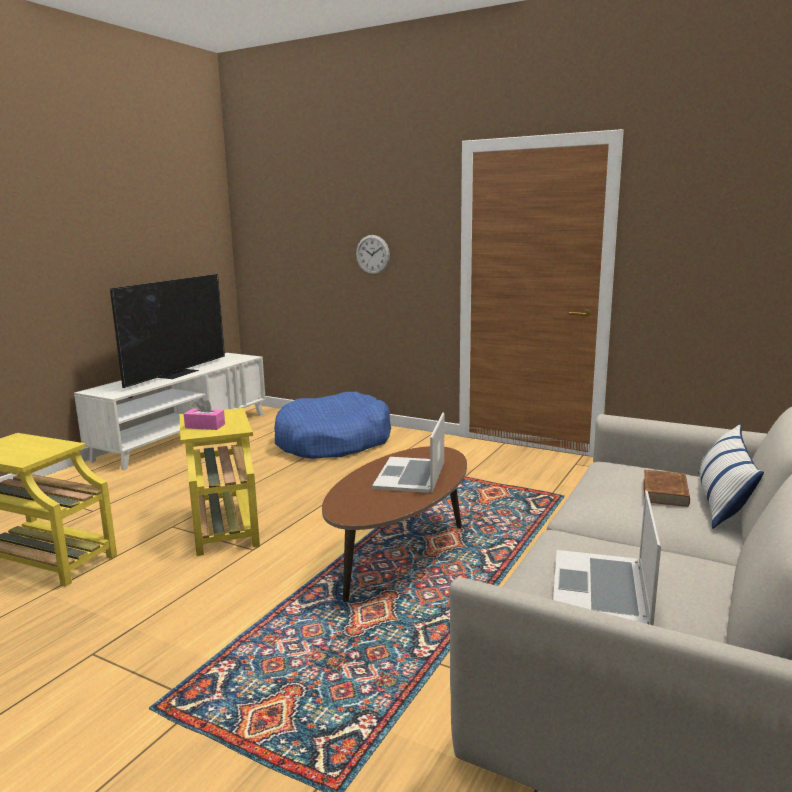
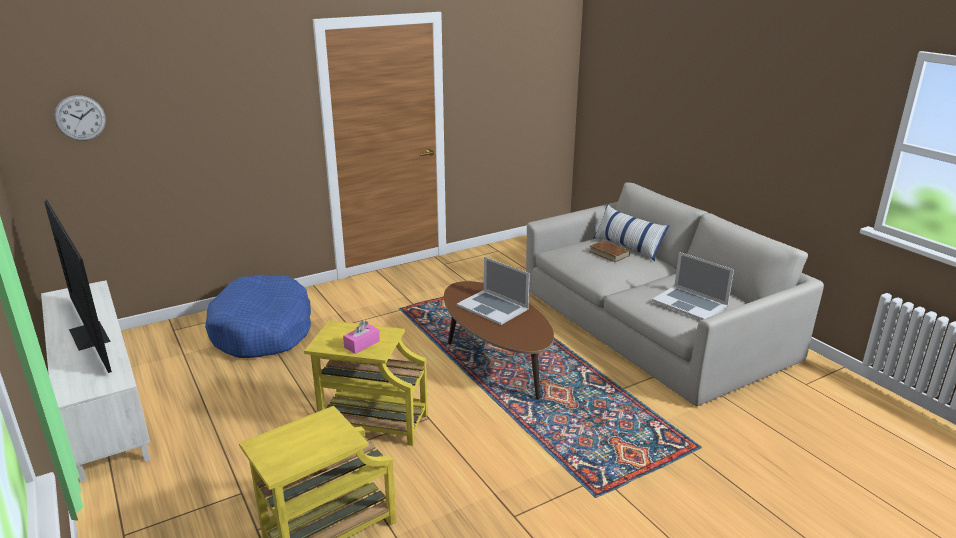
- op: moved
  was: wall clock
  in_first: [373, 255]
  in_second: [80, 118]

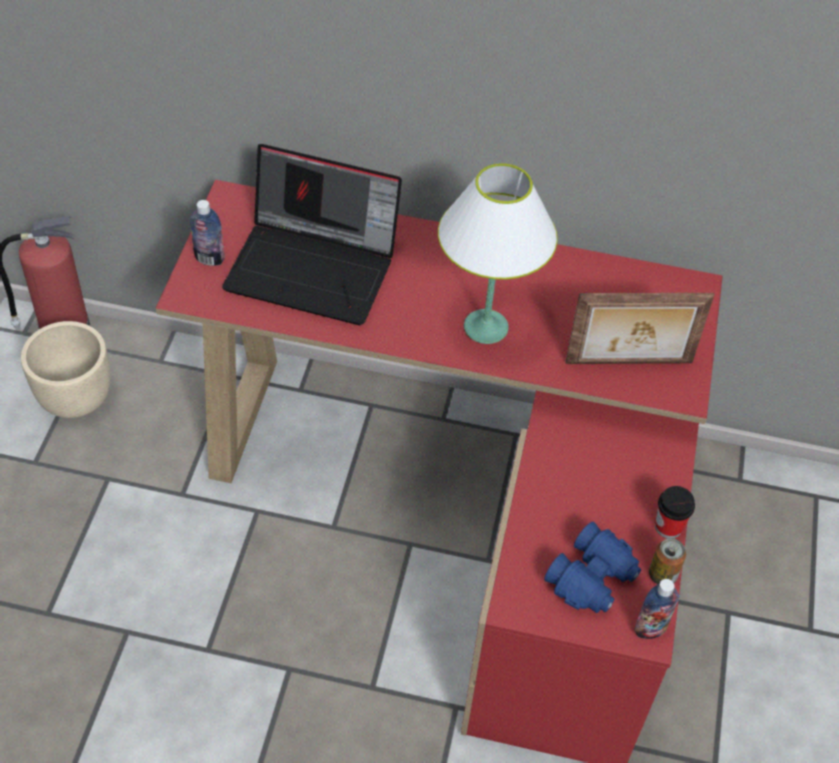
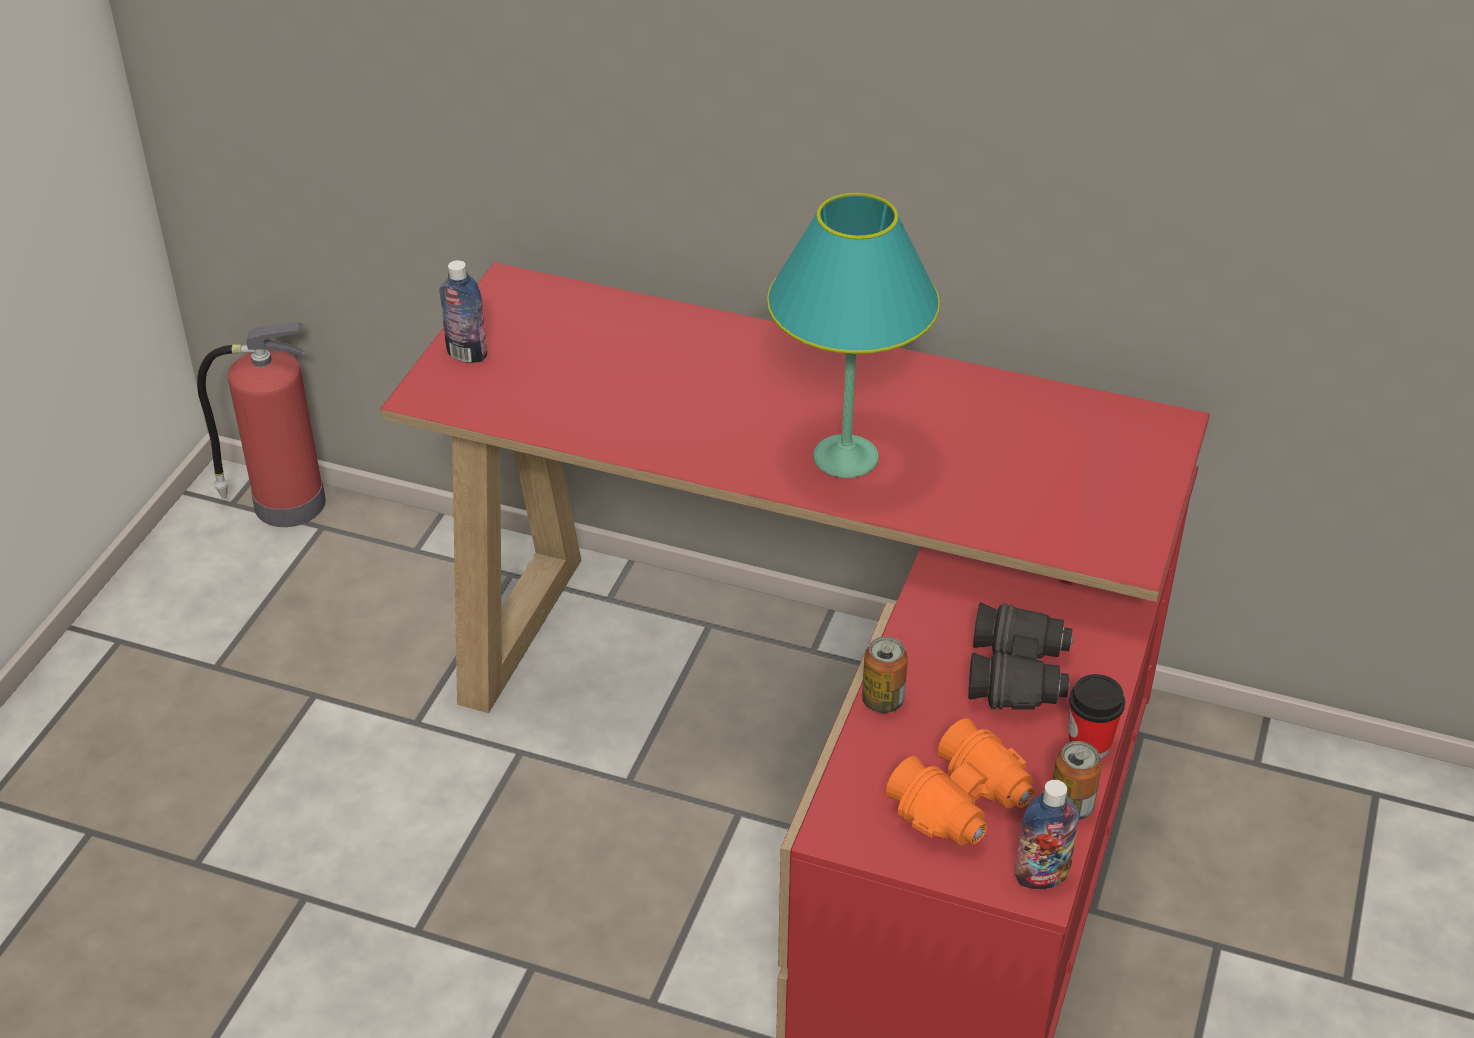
- op: removed
  was: laptop
  in_first: [312, 234]
- op: recoloured
  was: white table lamp
  now: turquoise table lamp
  in_first: [498, 253]
  in_second: [853, 335]
- op: removed
  was: picture frame
  in_first: [639, 328]
- op: removed
  was: beige planter
  in_first: [65, 369]
- op: recoloured
  was: blue binoculars
  now: orange binoculars
  in_first: [592, 567]
  in_second: [960, 782]
- op: added
  now: black binoculars
  in_second: [1020, 656]
- op: added
  now: can
  in_second: [885, 674]

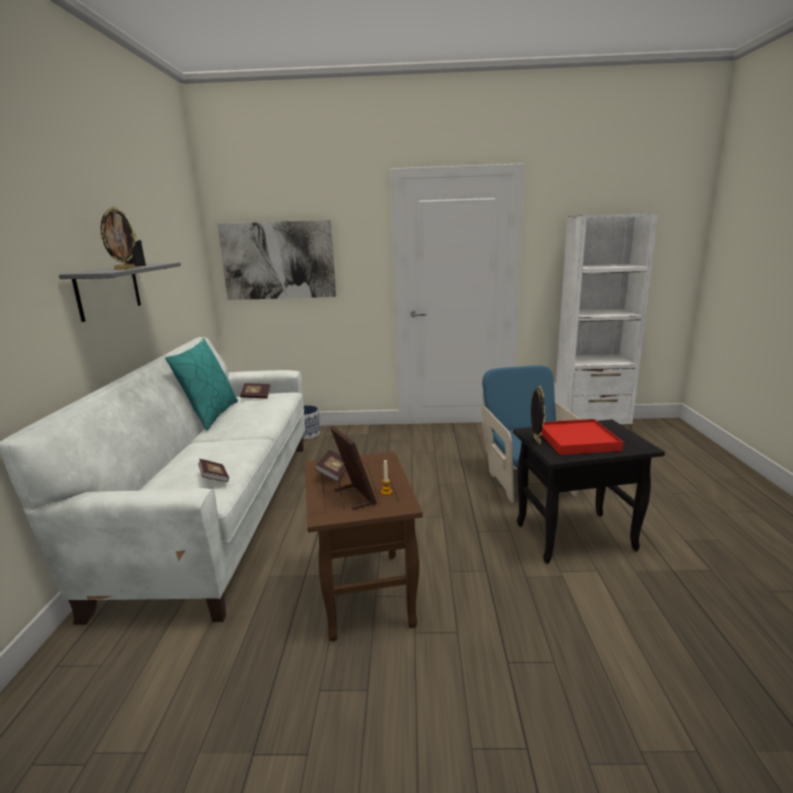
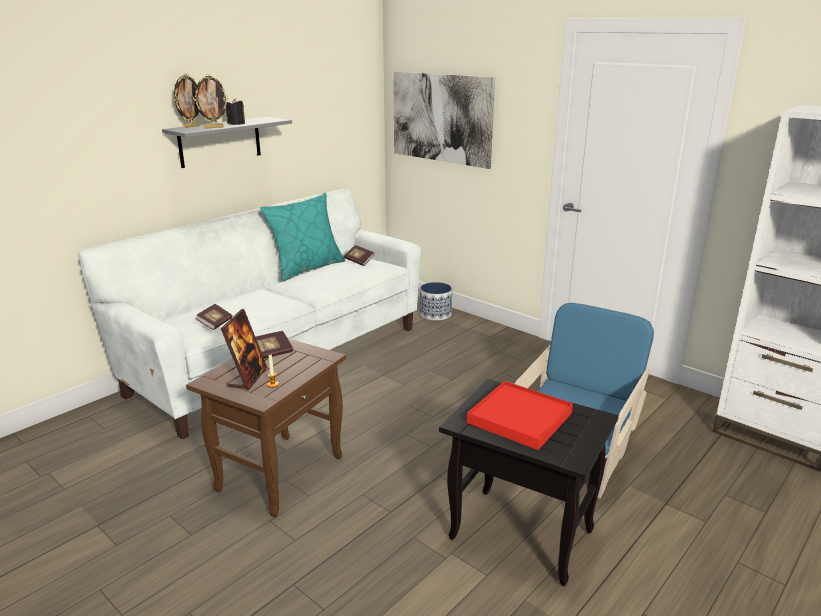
- op: moved
  was: picture frame
  in_first: [538, 415]
  in_second: [186, 101]

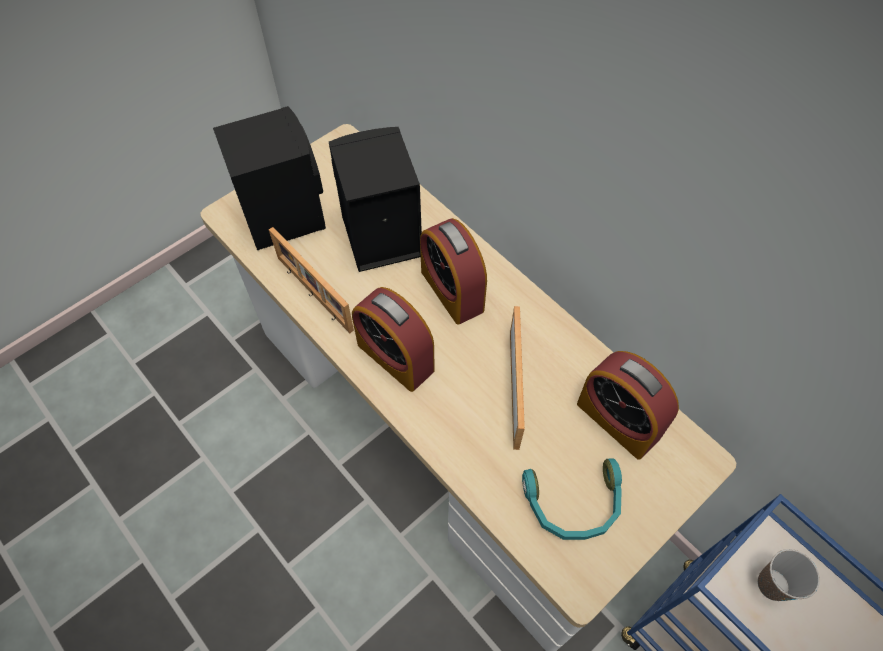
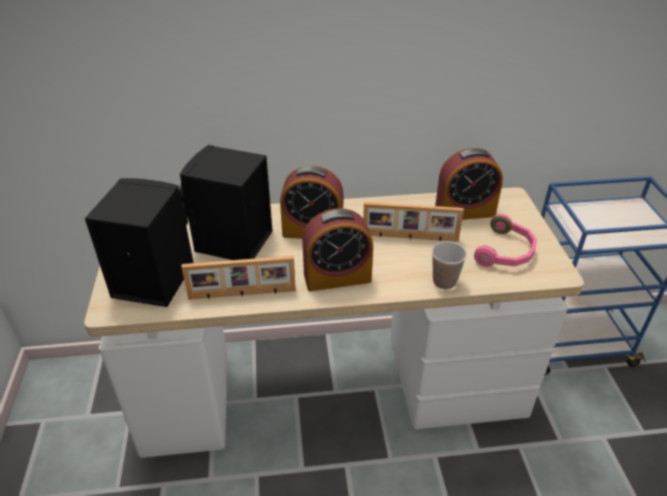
- op: turned
  was: picture frame
  in_first: [517, 378]
  in_second: [413, 222]
  clockwise: 150
- op: recoloured
  was: turquoise headphones
  now: pink headphones
  in_first: [572, 499]
  in_second: [505, 240]
- op: moved
  was: cup
  in_first: [789, 575]
  in_second: [449, 265]

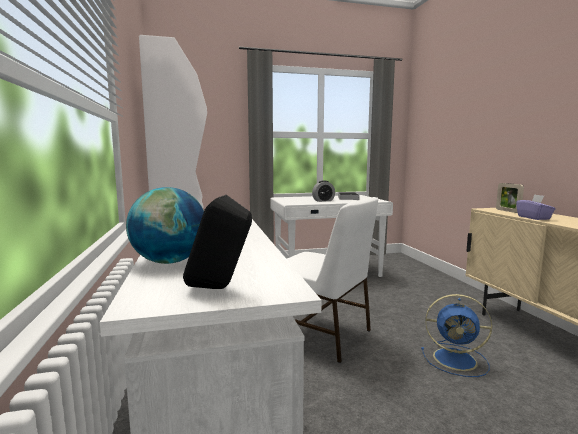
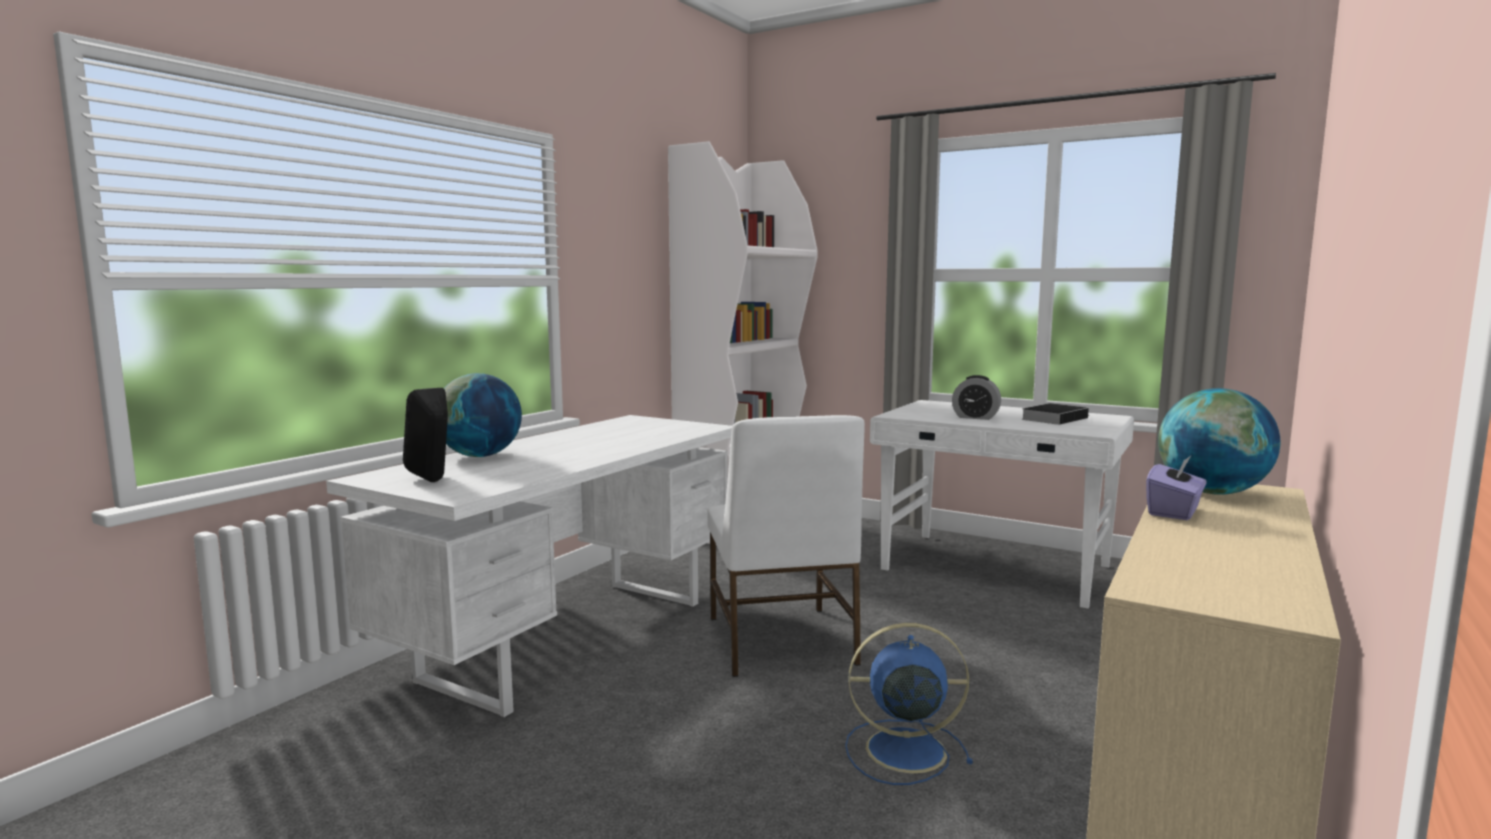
- op: replaced
  was: picture frame
  now: globe
  in_first: [510, 198]
  in_second: [1219, 441]
- op: turned
  was: blue fan
  in_first: [456, 335]
  in_second: [909, 704]
  clockwise: 120

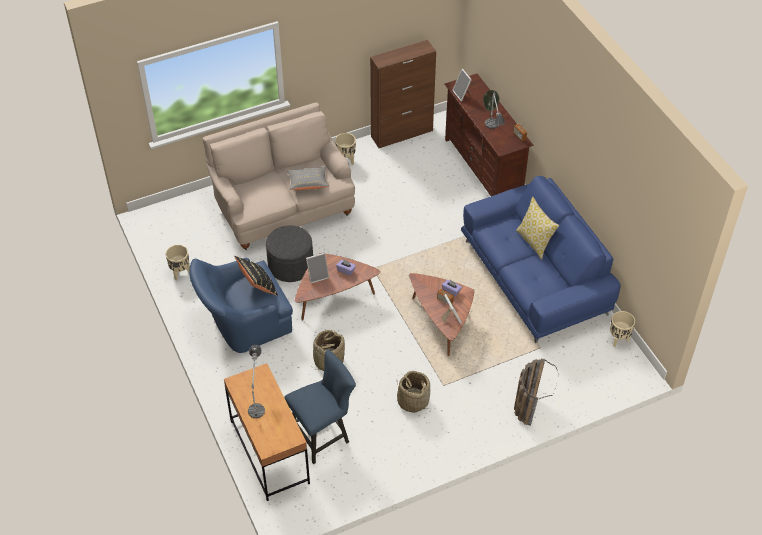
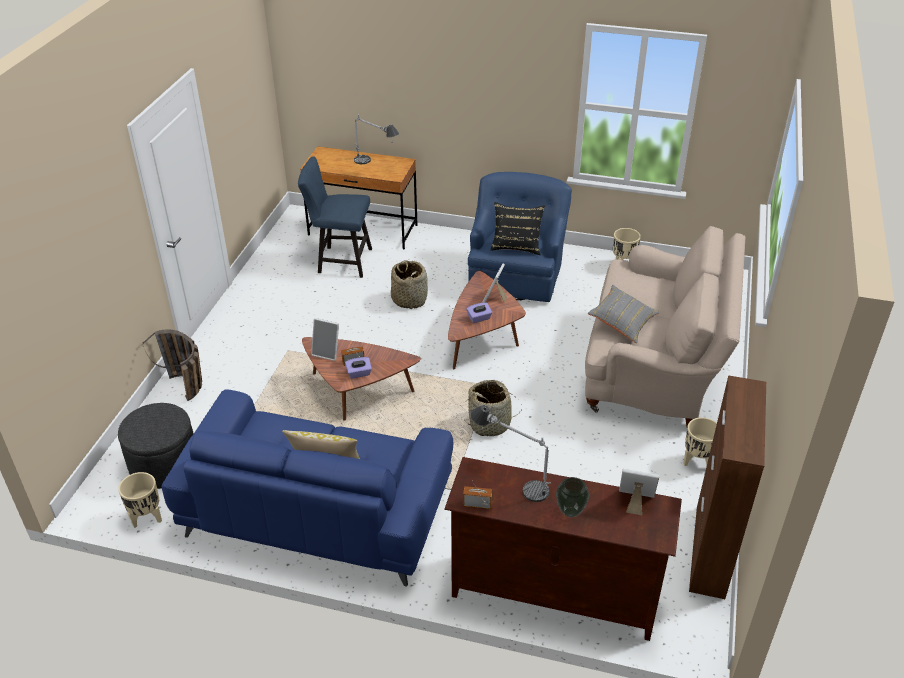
- op: moved
  was: grey ottoman
  in_first: [289, 254]
  in_second: [156, 446]
- op: turned
  was: blue chair
  in_first: [320, 407]
  in_second: [335, 217]
  clockwise: 90
- op: moved
  was: basket
  in_first: [413, 392]
  in_second: [493, 408]

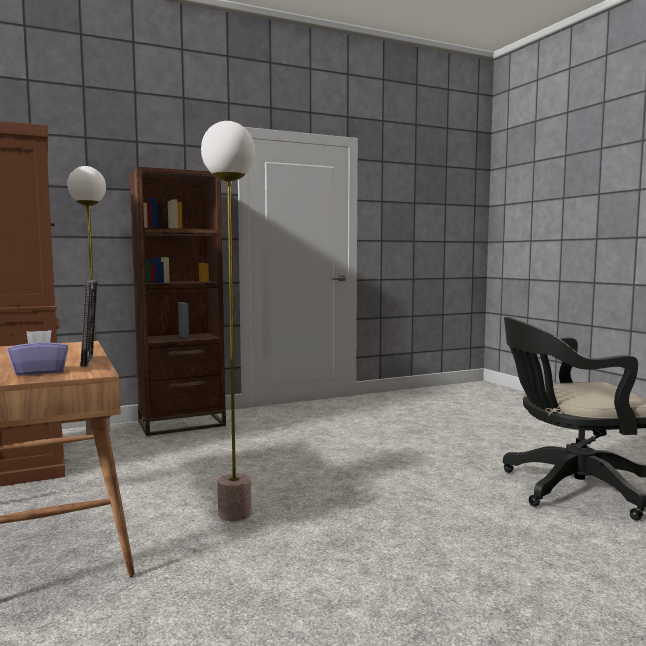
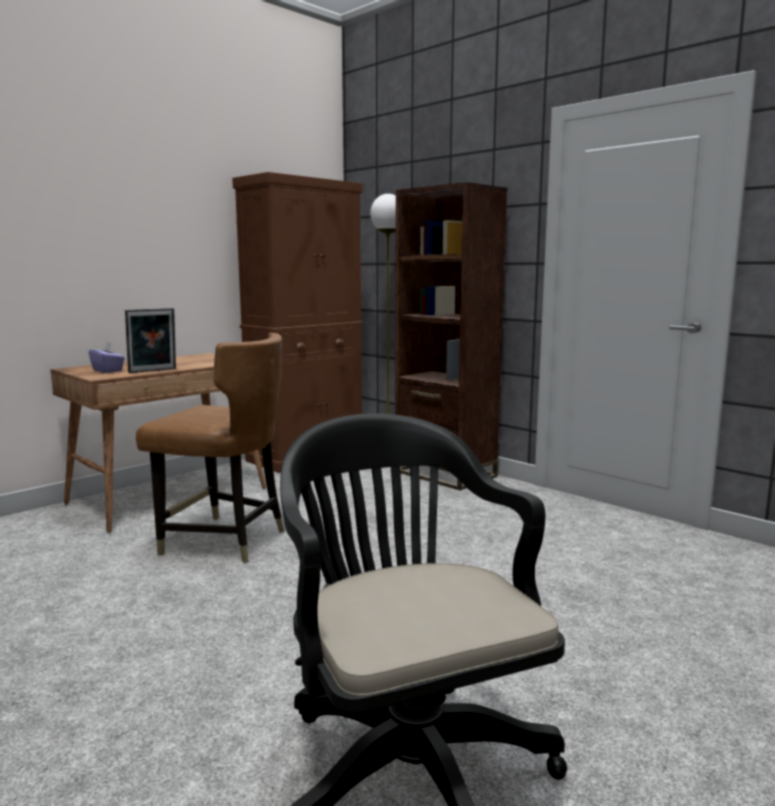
- op: replaced
  was: floor lamp
  now: brown chair
  in_first: [228, 321]
  in_second: [210, 448]

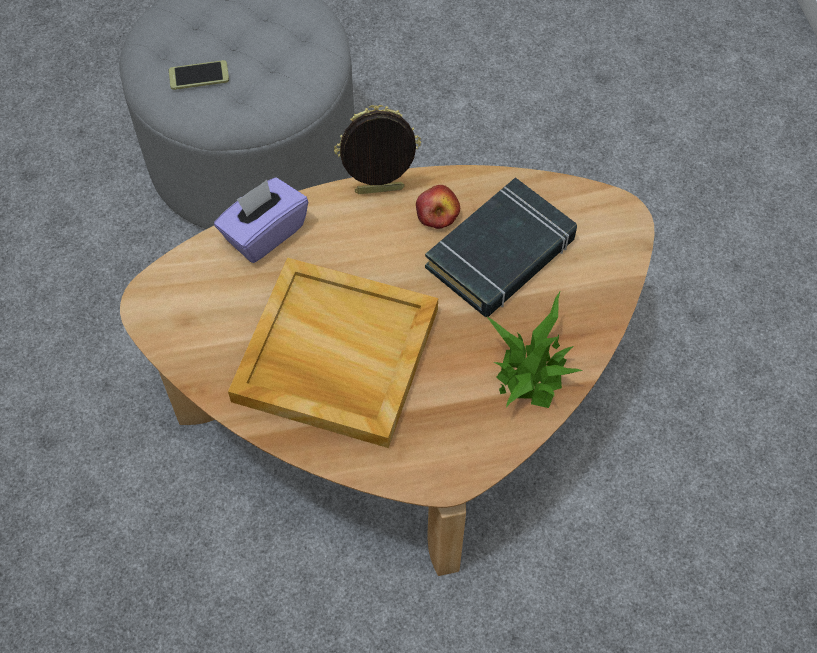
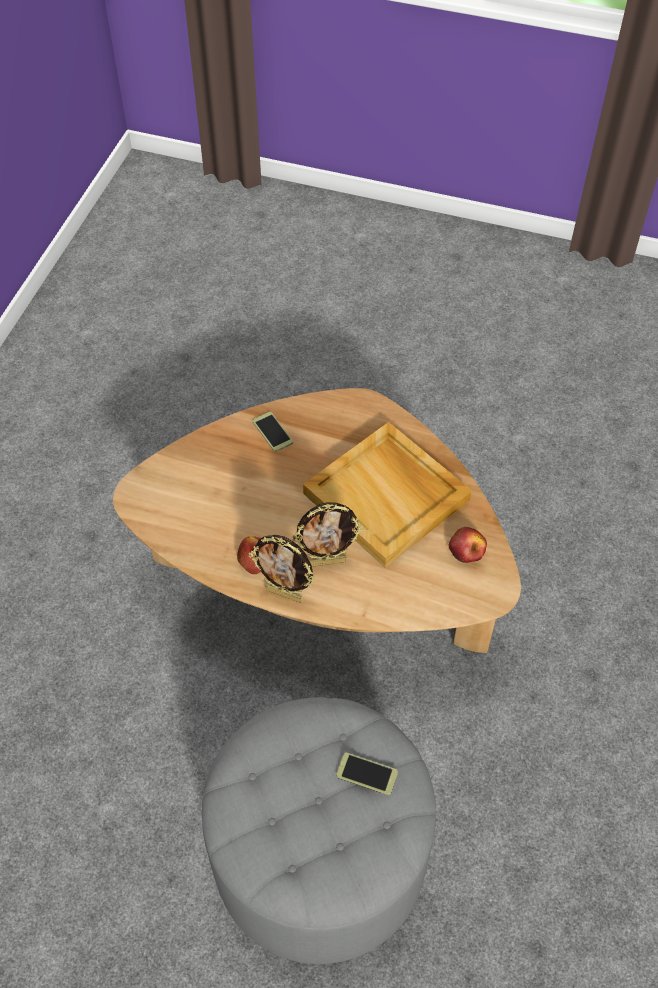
- op: removed
  was: purple tissue box
  in_first: [261, 220]
- op: removed
  was: black book
  in_first: [501, 247]
- op: replaced
  was: potted plant
  now: phone
  in_first: [534, 349]
  in_second: [273, 432]
- op: added
  now: picture frame
  in_second: [327, 534]
- op: added
  now: apple
  in_second: [468, 545]

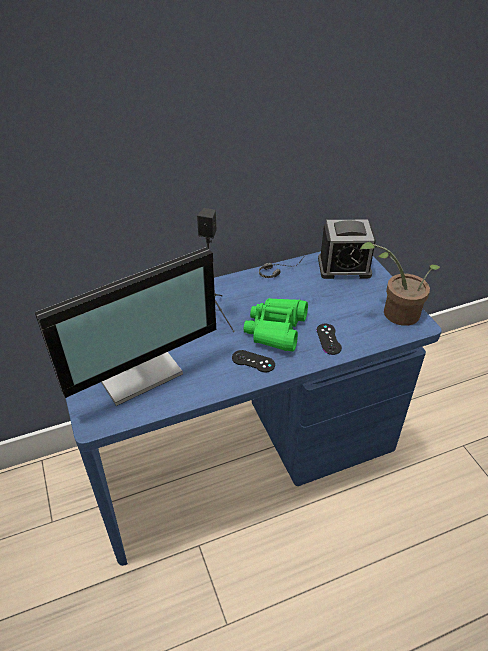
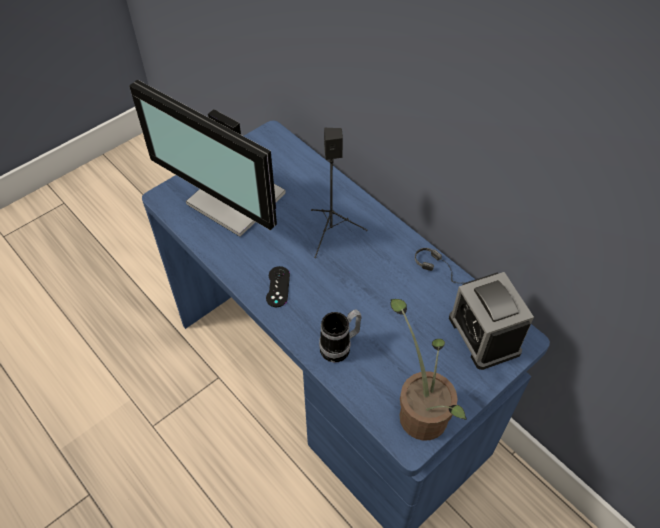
- op: removed
  was: green binoculars
  in_first: [276, 324]
- op: replaced
  was: black game controller
  now: mug
  in_first: [329, 339]
  in_second: [340, 335]

